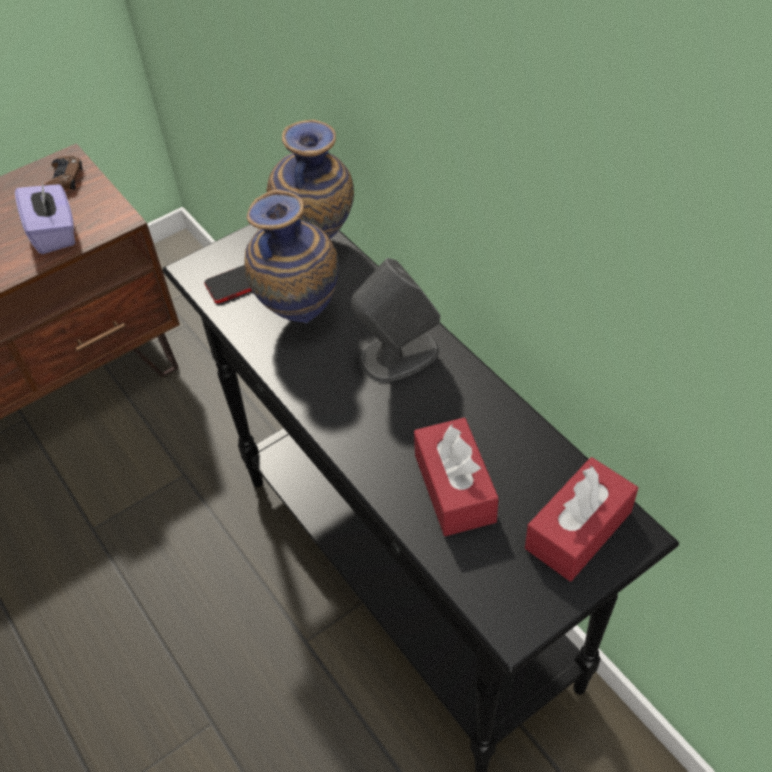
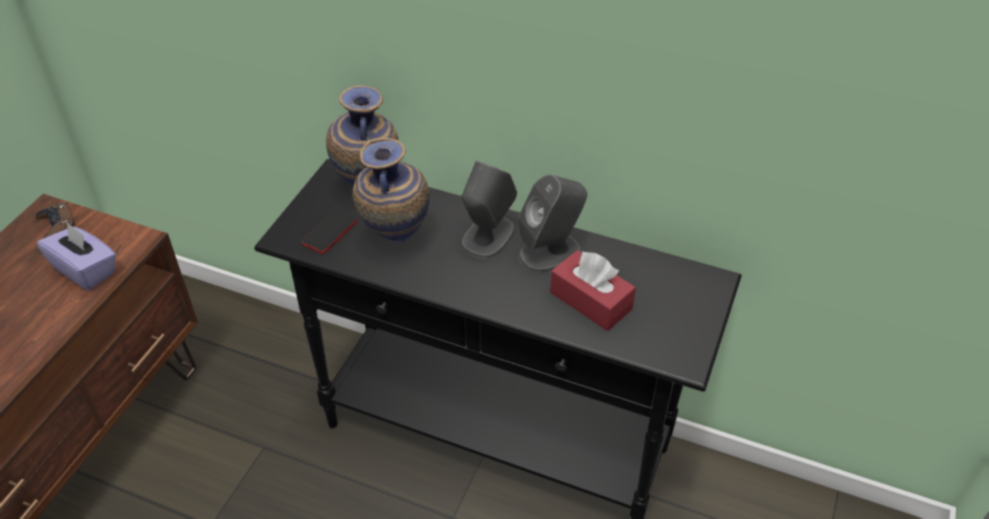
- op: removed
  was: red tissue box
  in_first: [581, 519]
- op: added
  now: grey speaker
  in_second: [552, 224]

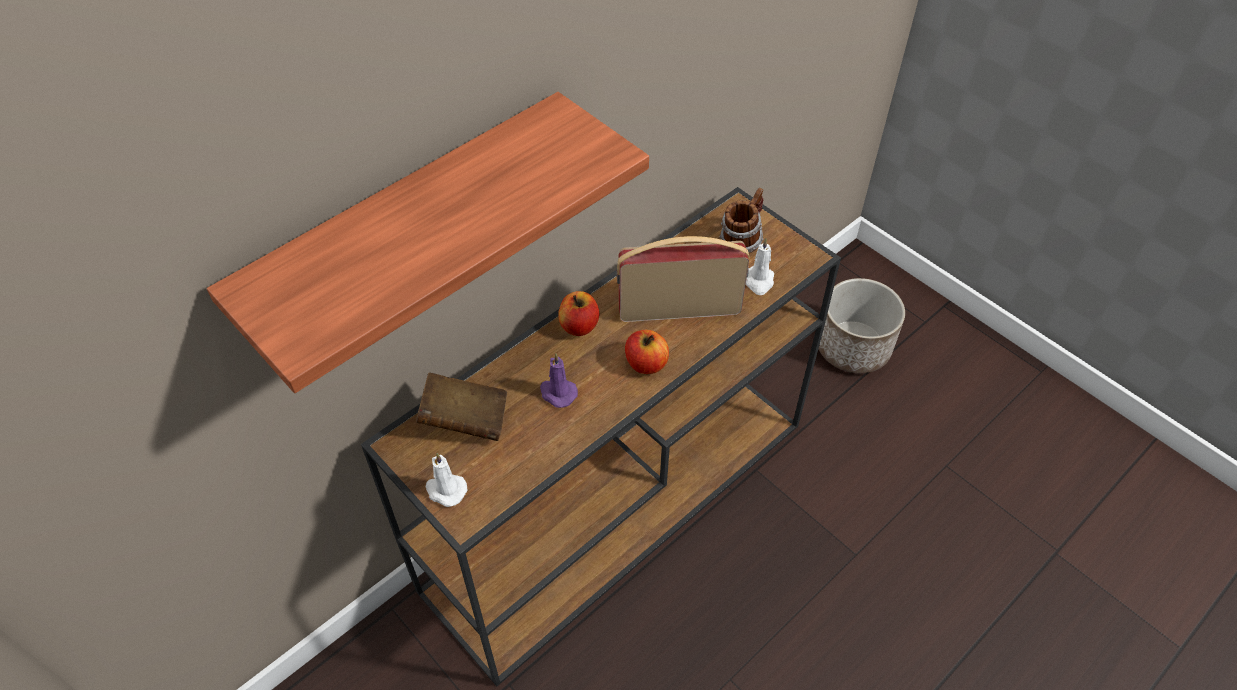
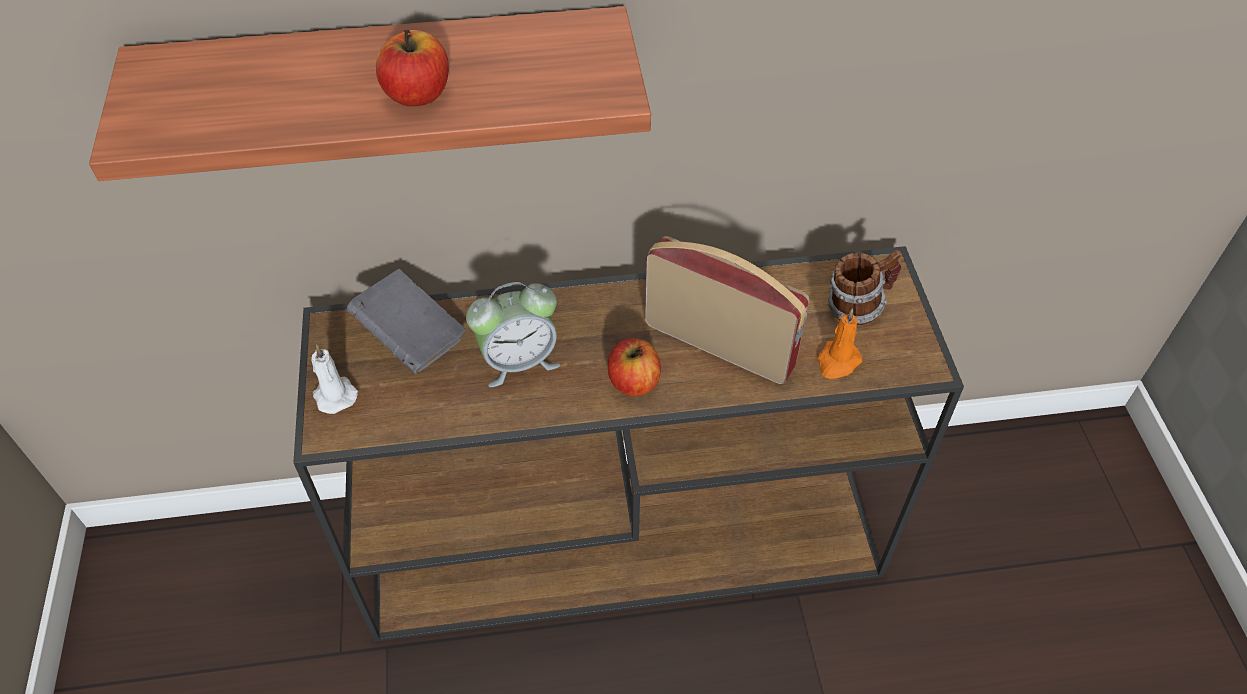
- op: recoloured
  was: white candle
  now: orange candle
  in_first: [760, 266]
  in_second: [840, 343]
- op: removed
  was: planter
  in_first: [862, 325]
- op: moved
  was: apple
  in_first: [578, 313]
  in_second: [412, 68]
- op: replaced
  was: purple candle
  now: alarm clock
  in_first: [559, 380]
  in_second: [513, 334]
- op: recoloured
  was: brown book
  now: grey book
  in_first: [461, 406]
  in_second: [406, 321]

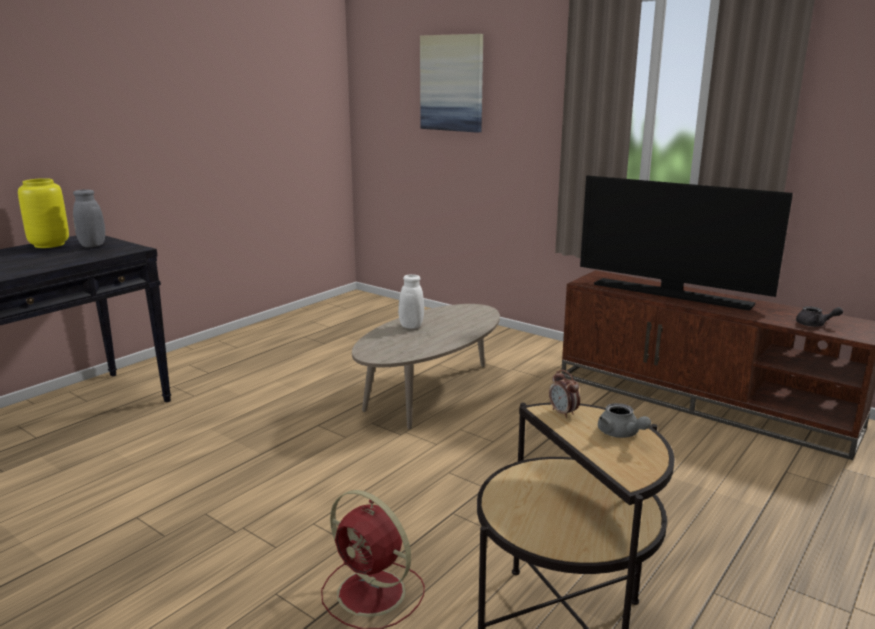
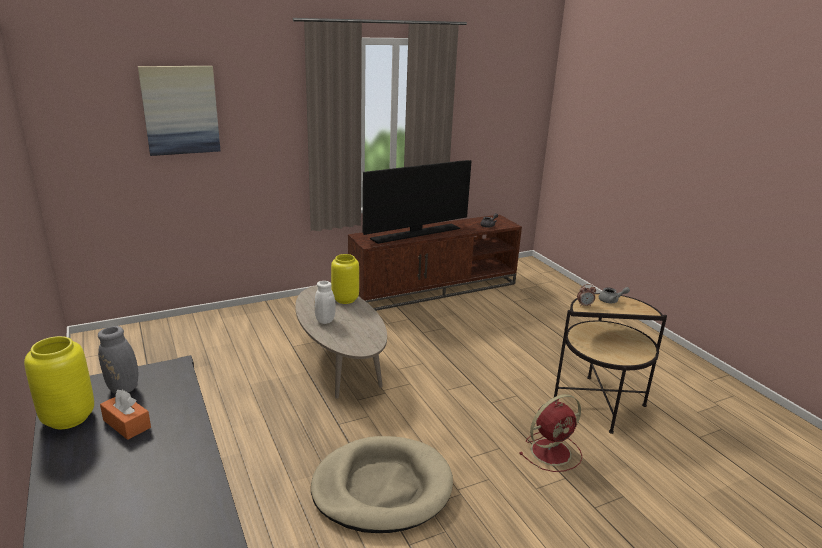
- op: added
  now: yellow vase
  in_second: [345, 279]
- op: added
  now: orange tissue box
  in_second: [125, 415]
- op: added
  now: beige dog bed
  in_second: [382, 484]

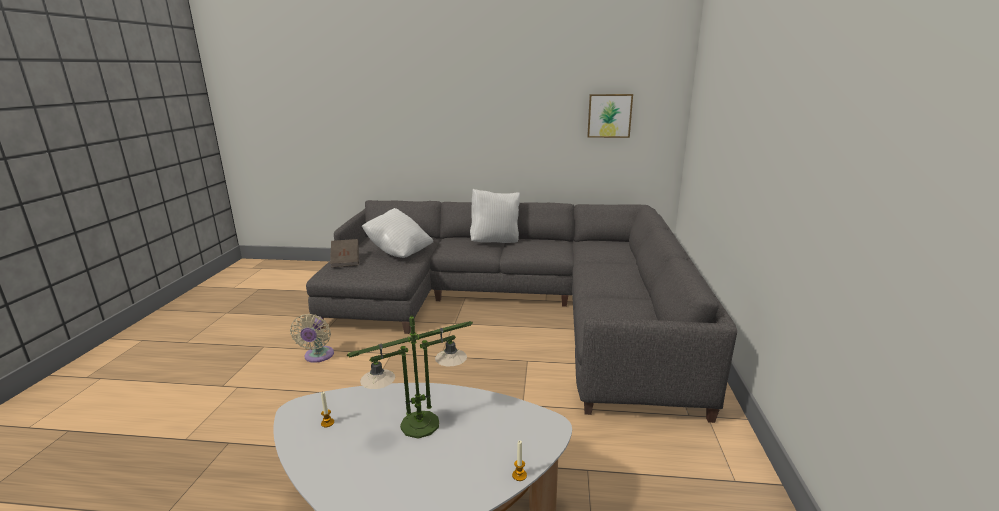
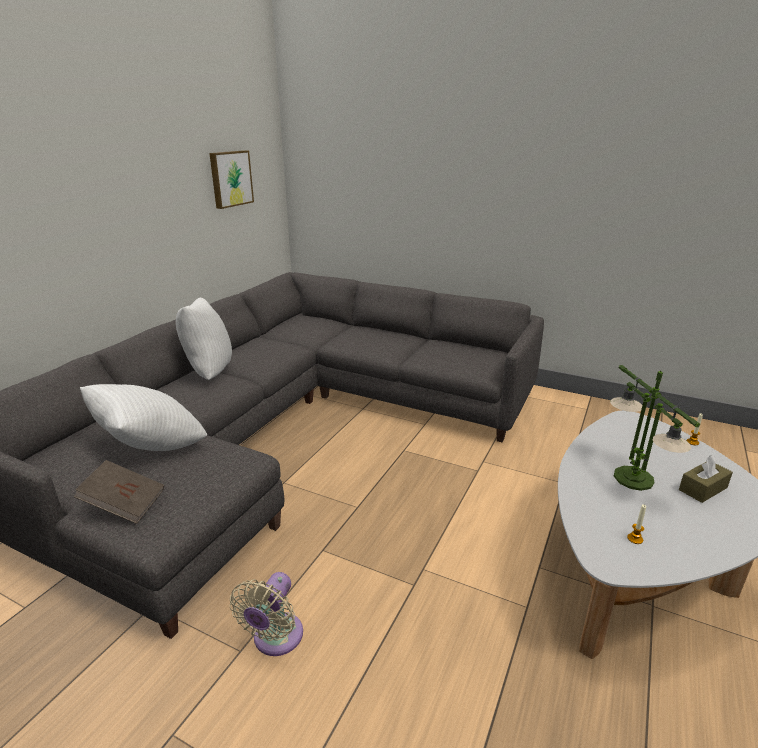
- op: turned
  was: beige fan
  in_first: [312, 338]
  in_second: [266, 614]
  clockwise: 90
- op: added
  now: brown tissue box
  in_second: [706, 479]

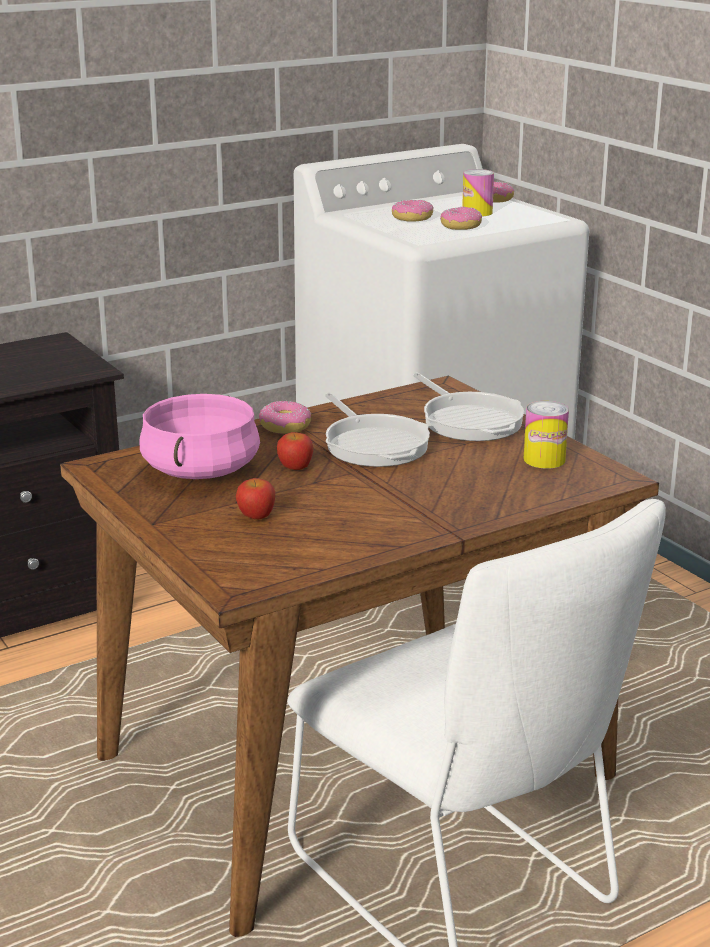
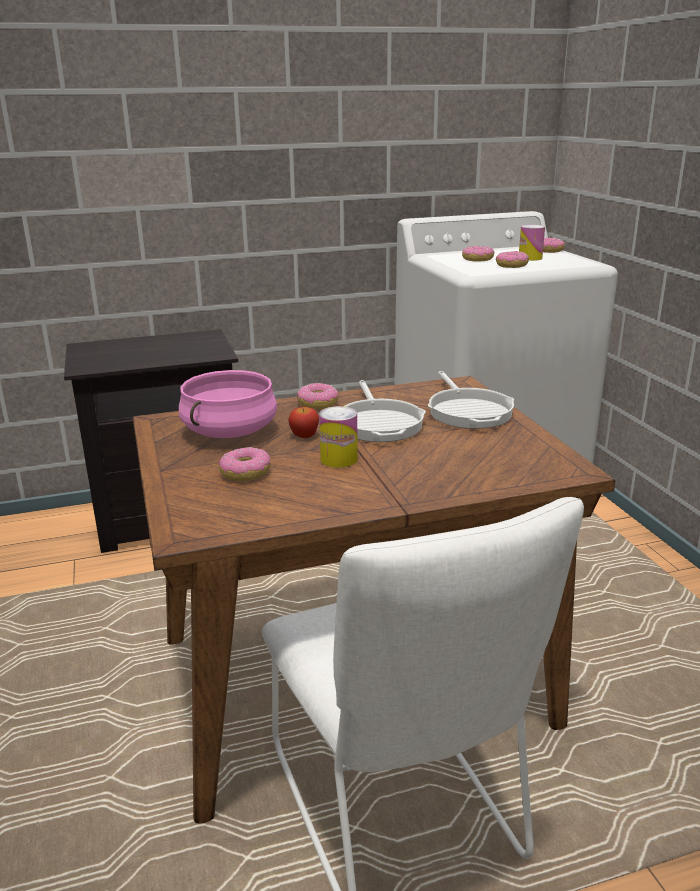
- op: moved
  was: can
  in_first: [546, 435]
  in_second: [338, 437]
- op: replaced
  was: apple
  now: donut
  in_first: [255, 498]
  in_second: [245, 464]

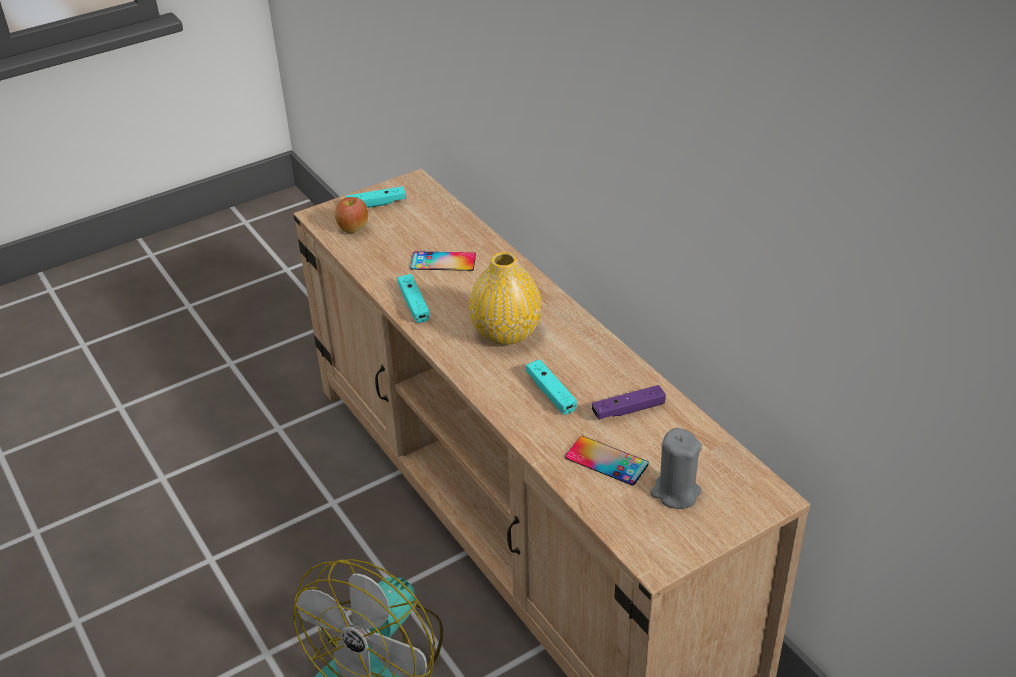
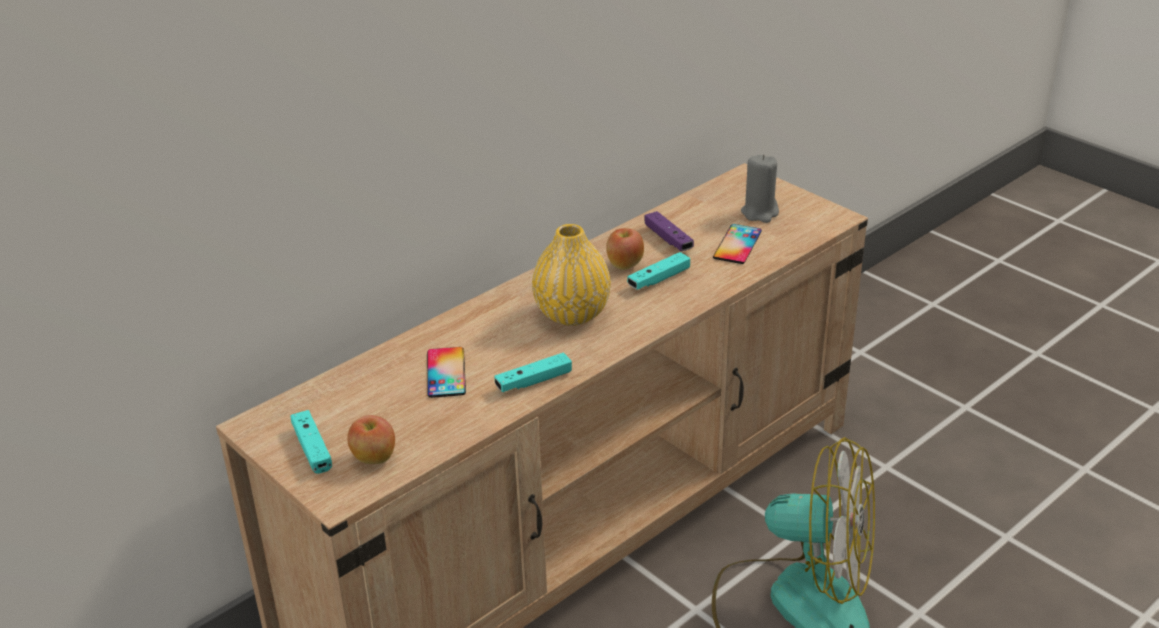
- op: added
  now: apple
  in_second: [625, 249]

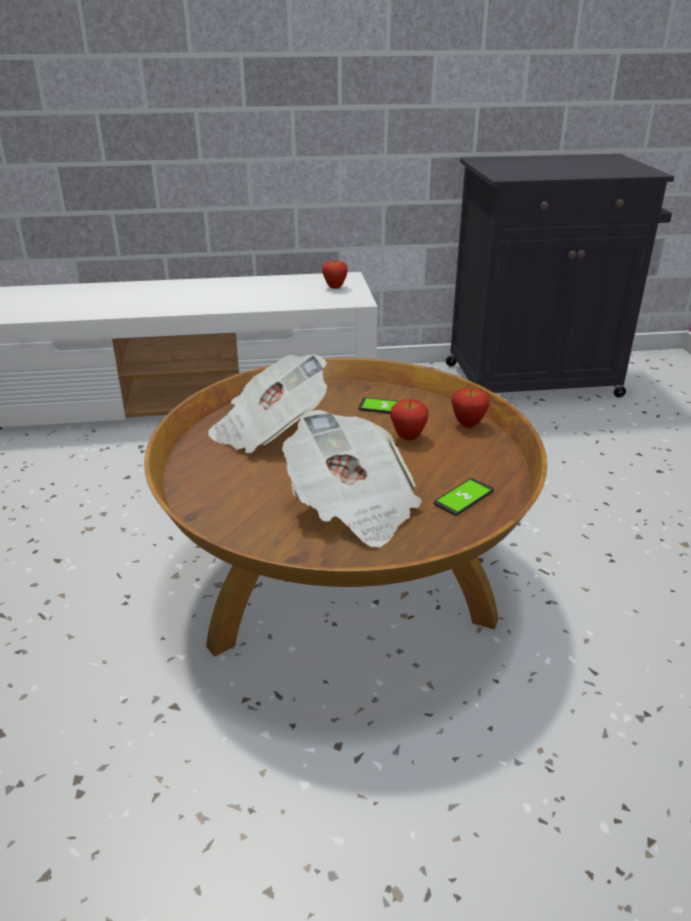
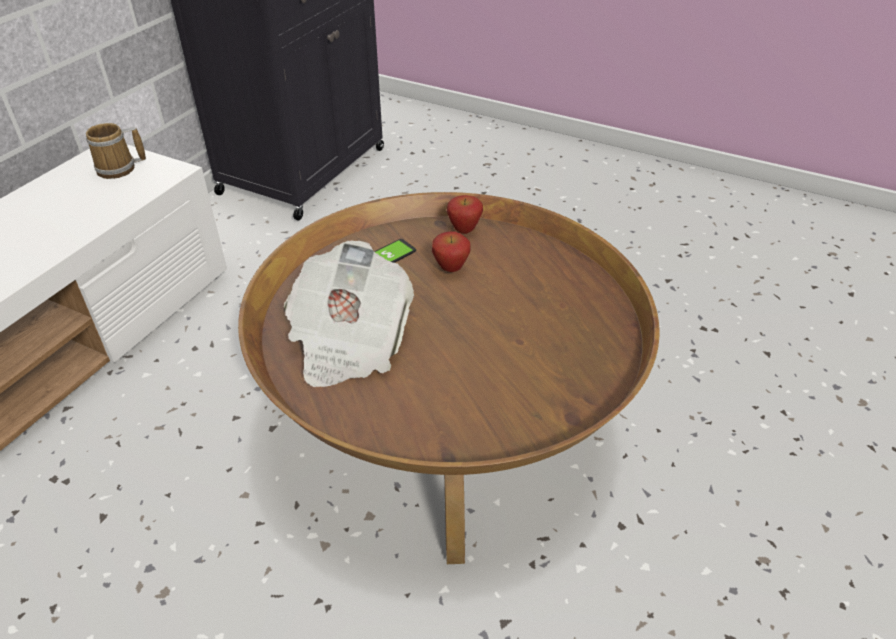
- op: replaced
  was: apple
  now: mug
  in_first: [335, 274]
  in_second: [116, 151]
- op: removed
  was: newspaper
  in_first: [352, 478]
- op: removed
  was: phone
  in_first: [464, 496]

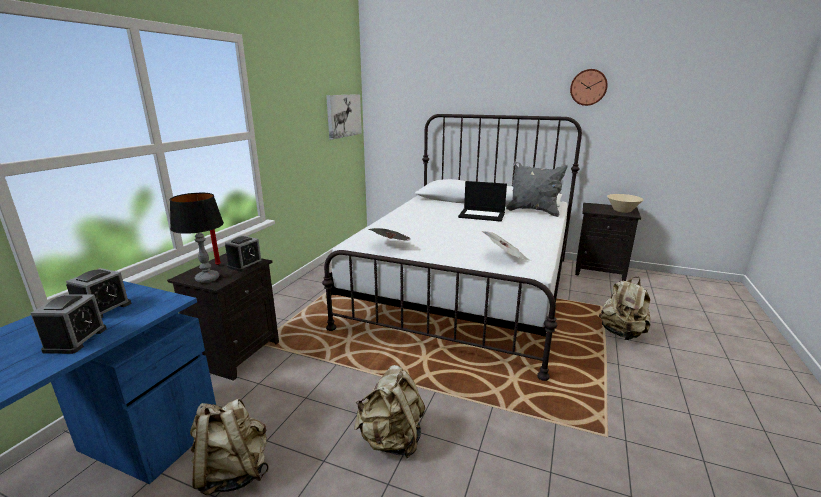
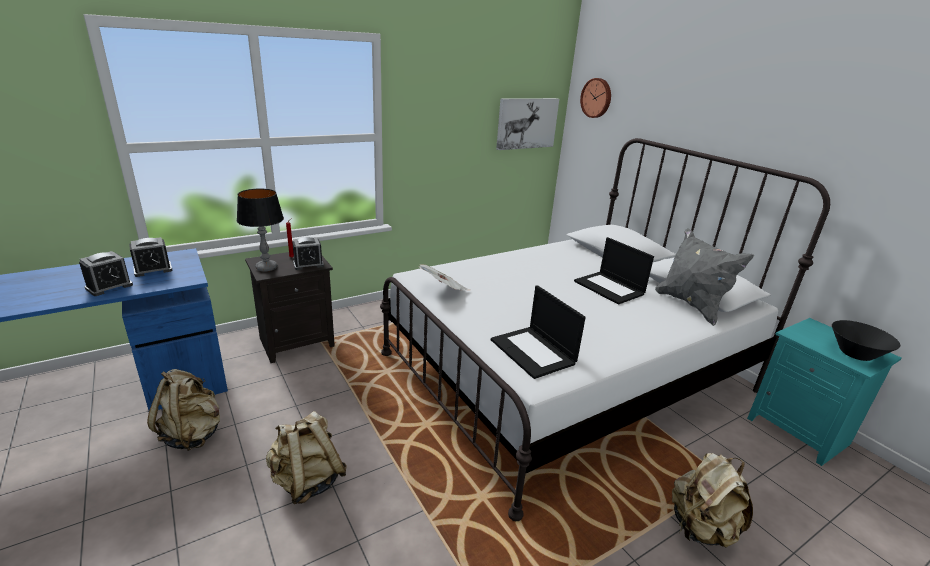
- op: moved
  was: wall clock
  in_first: [589, 87]
  in_second: [595, 98]
- op: recoloured
  was: beige bowl
  now: black bowl
  in_first: [625, 203]
  in_second: [866, 340]
- op: recoloured
  was: black nightstand
  now: turquoise nightstand
  in_first: [608, 241]
  in_second: [824, 392]
- op: replaced
  was: newspaper
  now: laptop
  in_first: [506, 246]
  in_second: [538, 332]

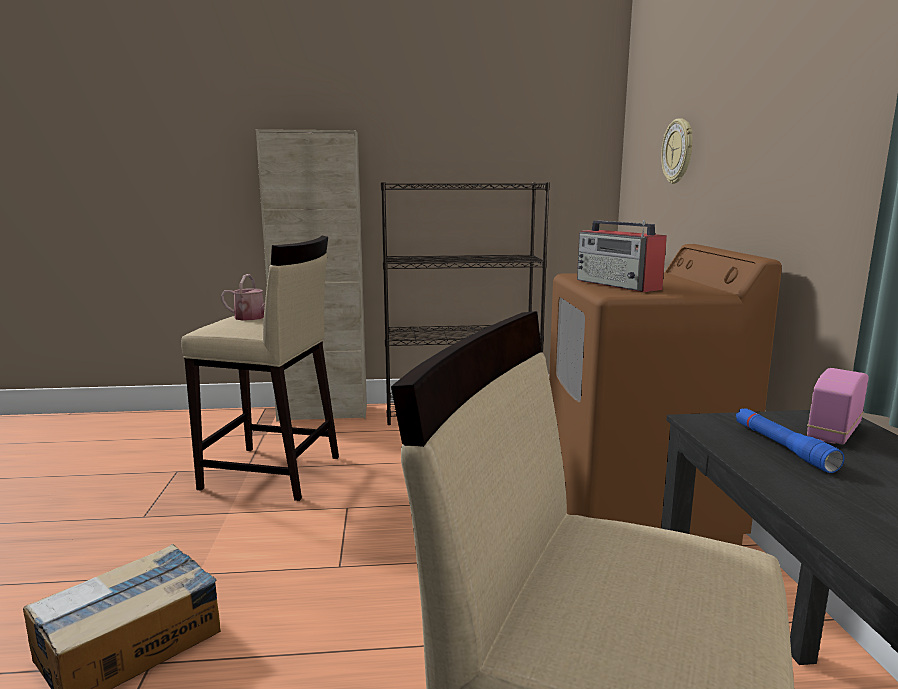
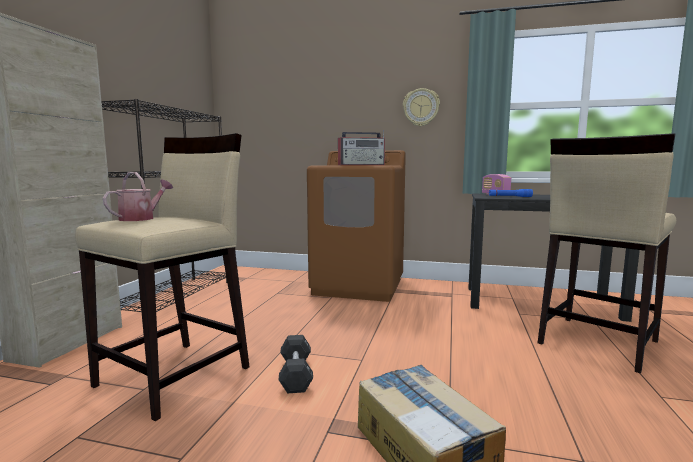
- op: moved
  was: wall clock
  in_first: [677, 151]
  in_second: [421, 107]
- op: added
  now: black dumbbell
  in_second: [296, 364]

